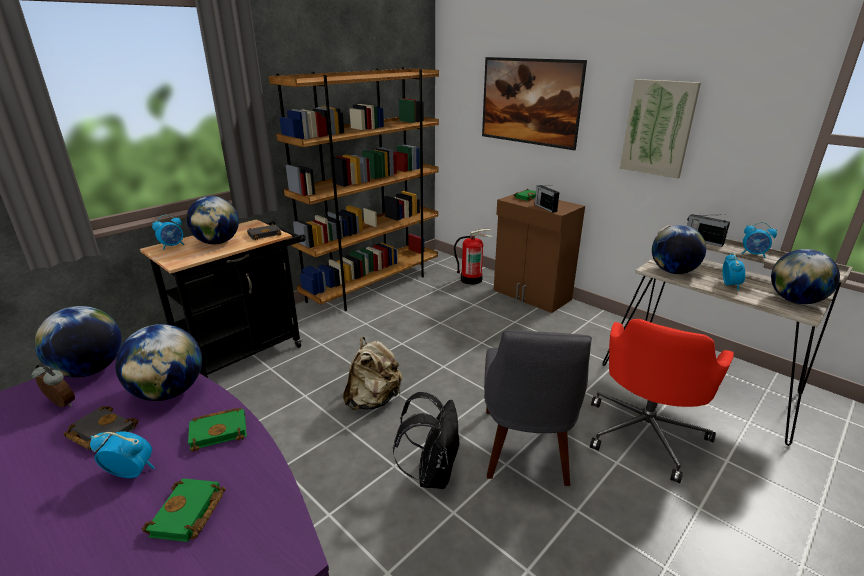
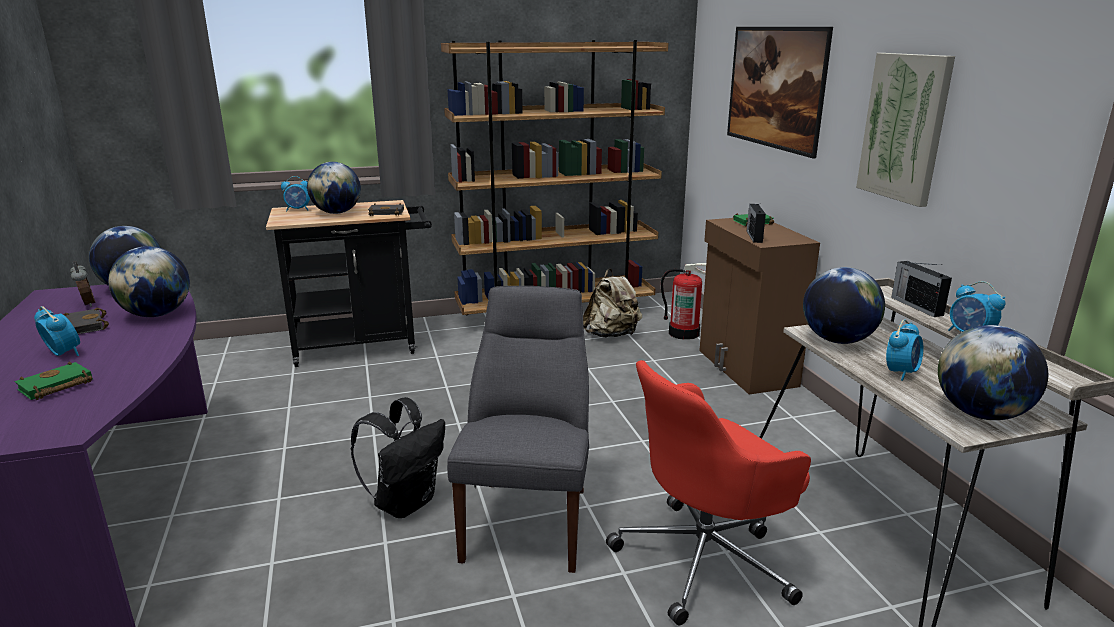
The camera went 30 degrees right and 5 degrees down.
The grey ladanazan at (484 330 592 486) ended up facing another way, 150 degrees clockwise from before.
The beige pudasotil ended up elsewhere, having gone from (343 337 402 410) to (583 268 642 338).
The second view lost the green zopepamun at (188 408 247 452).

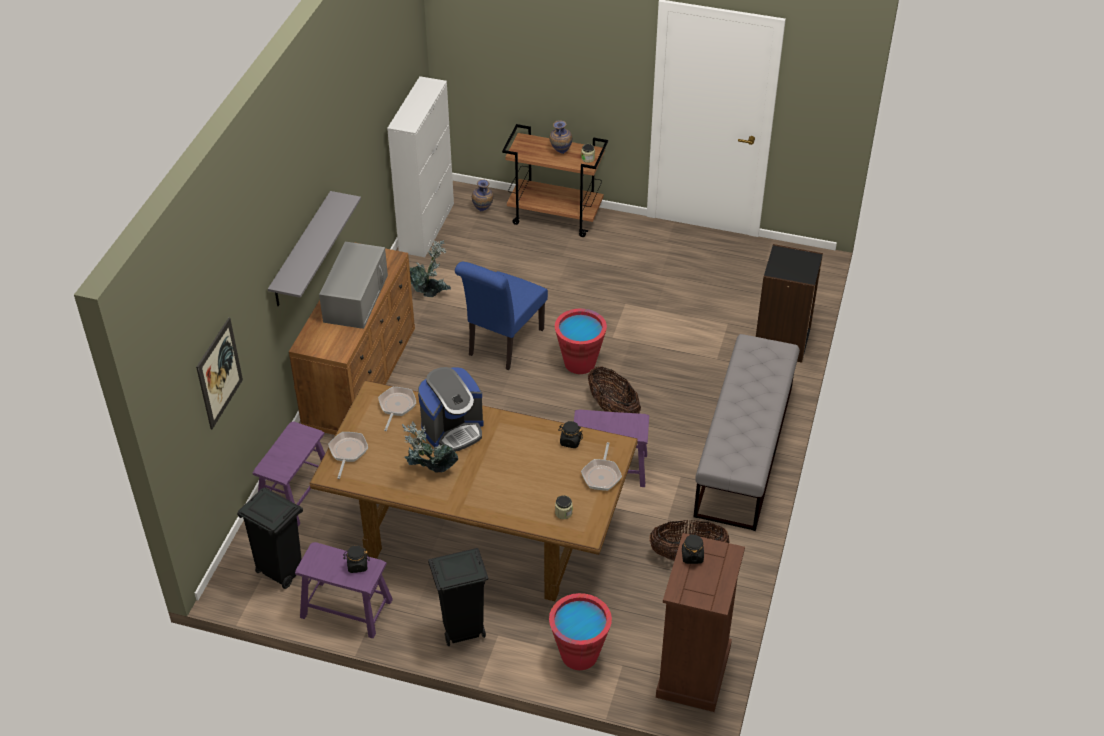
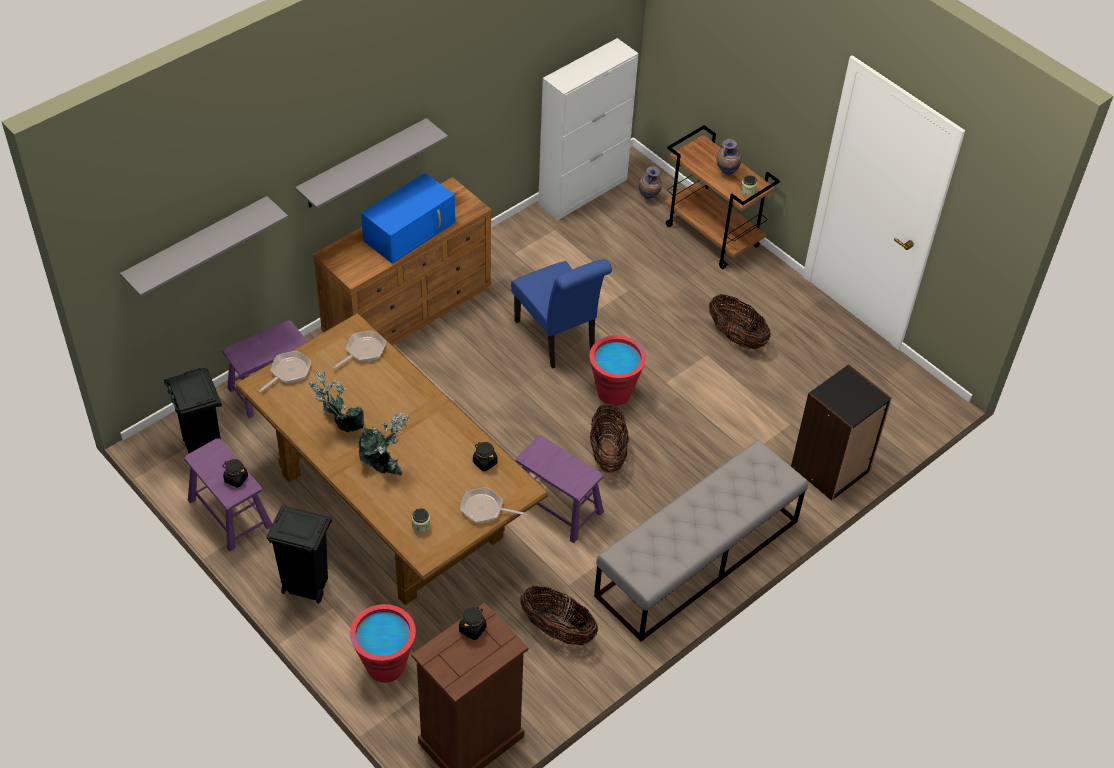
The camera went 30 degrees right and 5 degrees up.
Where the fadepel hung at (196 318 243 429), the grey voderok came to hang at (120 196 288 297).
The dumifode ended up elsewhere, having gone from (410 240 451 297) to (358 411 409 476).
What was the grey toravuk at (319 242 388 329) turned into the blue toravuk at (361 173 455 264).
The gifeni at (581 442 622 491) ended up facing another way, 60 degrees clockwise from before.
The blue ladanazan at (455 262 548 370) ended up facing another way, 90 degrees counterclockwise from before.
The second view gained the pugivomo at (709 294 771 349).
The second view lost the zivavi at (418 367 484 452).

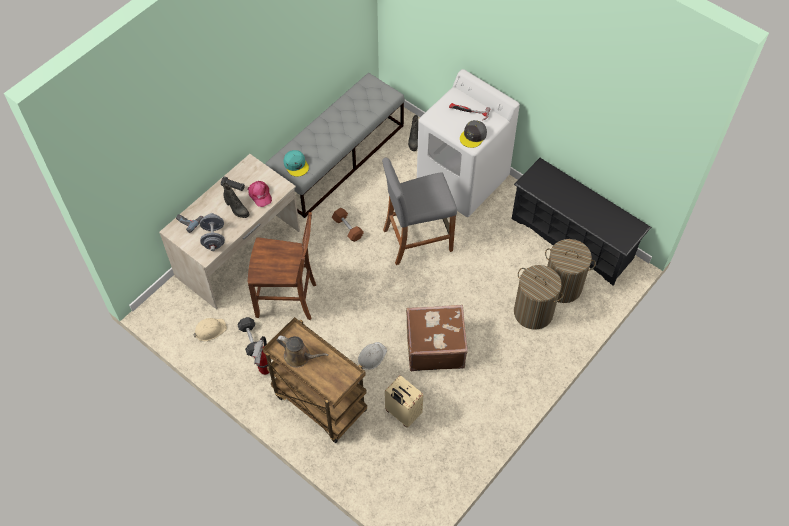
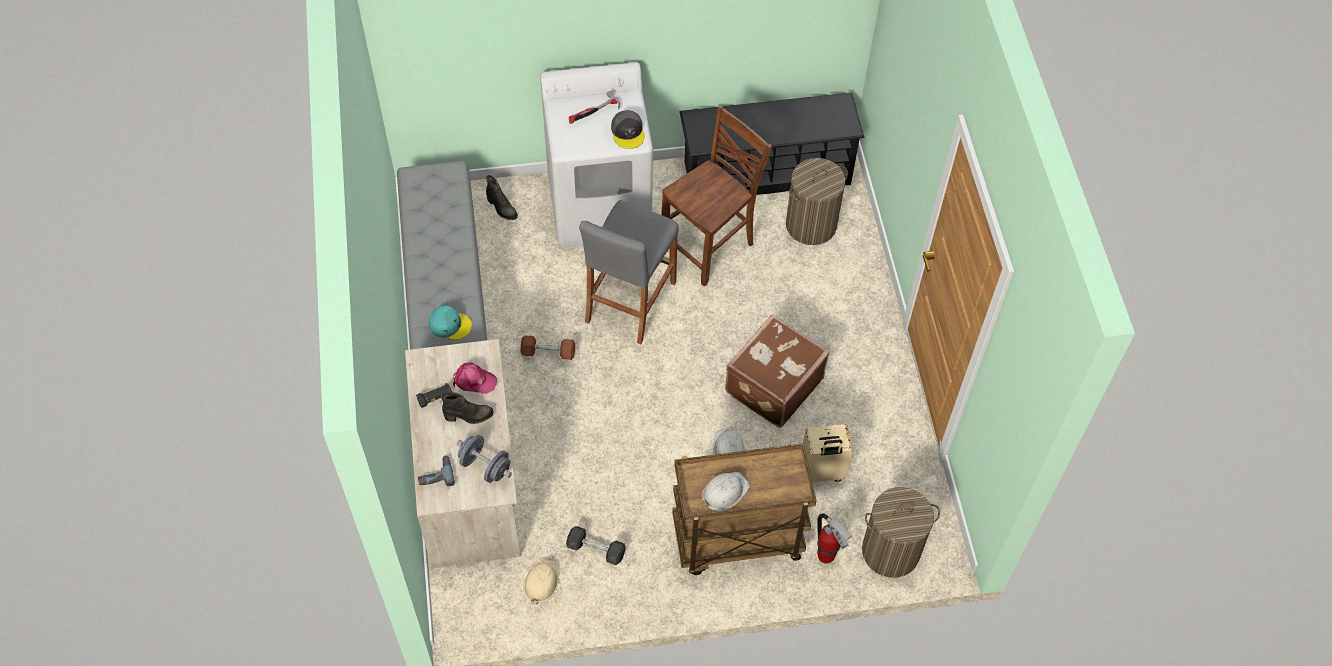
The camera went 50 degrees left and 0 degrees up.
The brown ladanazan ended up elsewhere, having gone from (248 212 316 320) to (661 105 772 286).
Where the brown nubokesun stood at (277 336 329 368), the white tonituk came to stand at (702 472 750 511).
The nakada ended up elsewhere, having gone from (252 336 271 375) to (817 513 852 564).
The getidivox ended up elsewhere, having gone from (514 265 563 329) to (862 487 940 578).

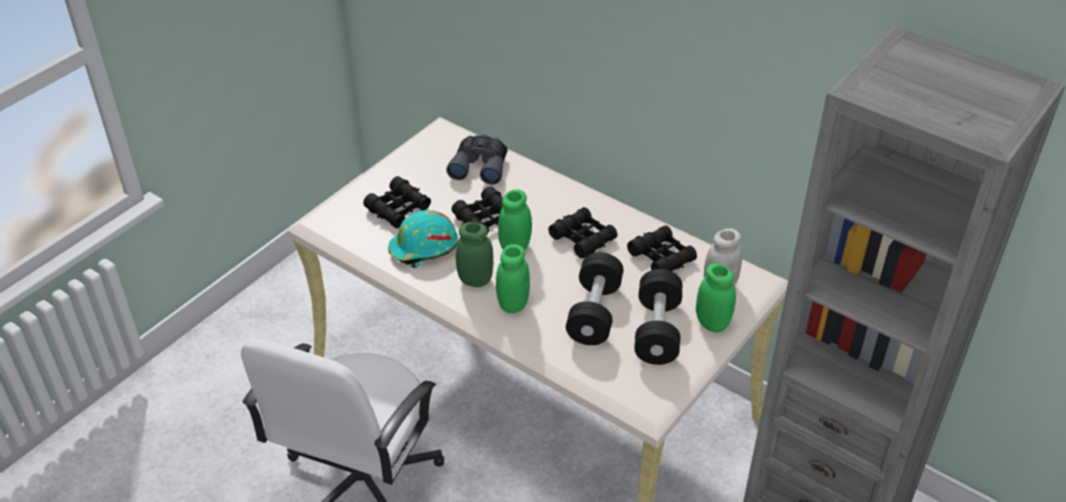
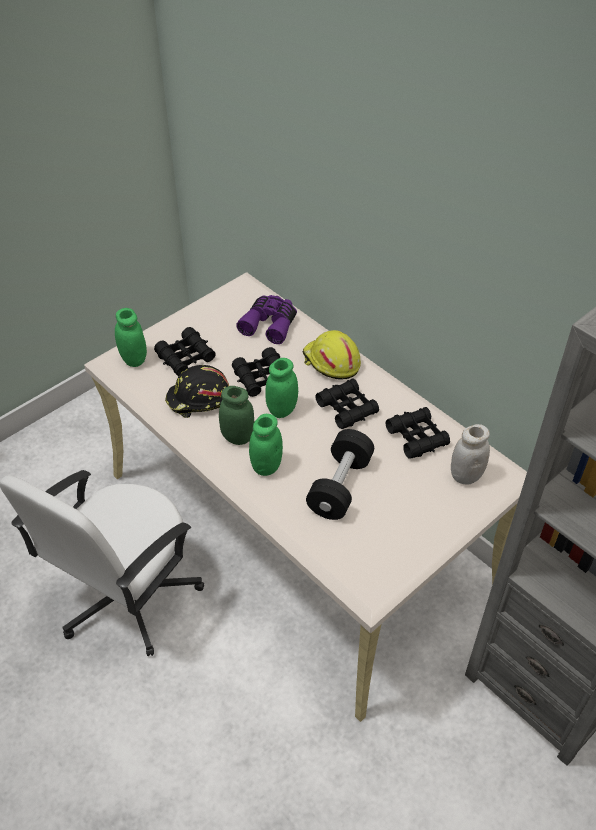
The camera went 10 degrees right and 5 degrees up.
The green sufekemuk ended up elsewhere, having gone from (696 263 736 332) to (115 308 147 367).
What was the turquoise tonituk at (388 210 458 268) turned into the black tonituk at (165 365 229 418).
What was the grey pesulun at (446 134 508 185) turned into the purple pesulun at (236 295 297 344).
The second view gained the yellow tonituk at (303 330 361 380).
The second view lost the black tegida at (634 269 682 365).

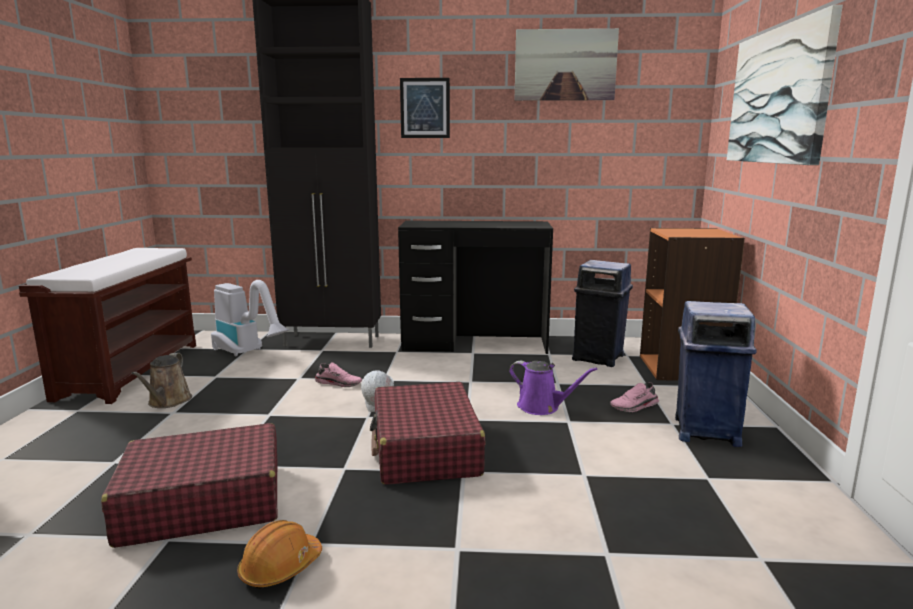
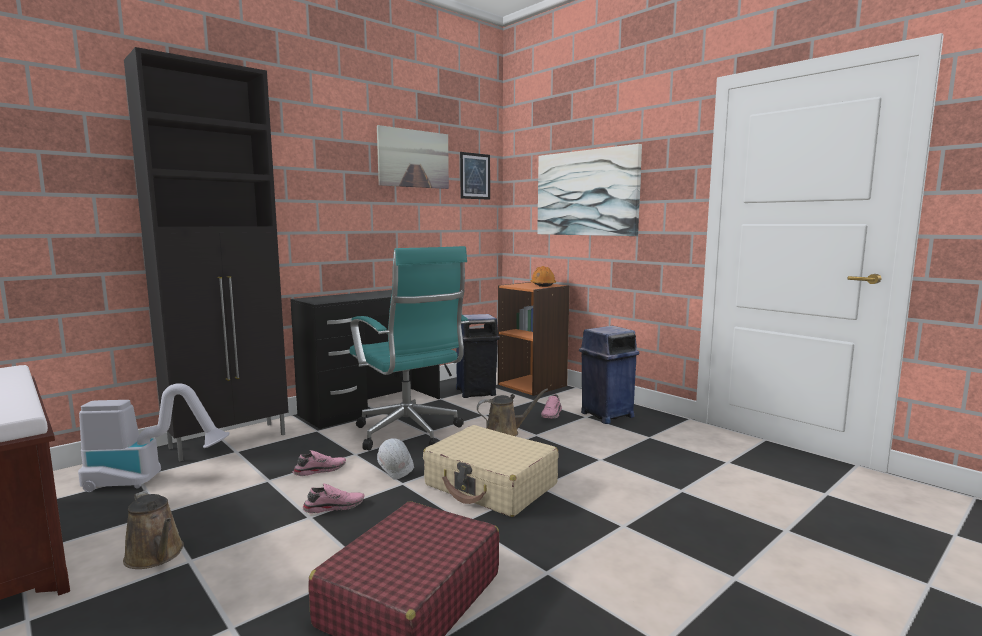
The camera went 45 degrees left and 5 degrees down.
The second view gained the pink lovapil at (302 483 365 513).
The second view gained the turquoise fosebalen at (350 246 469 451).
What was the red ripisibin at (370 382 486 485) turned into the beige ripisibin at (423 425 559 517).
The fadepel ended up elsewhere, having gone from (400 78 450 138) to (460 152 490 200).
What was the purple nubokesun at (509 361 598 415) turned into the brown nubokesun at (477 389 548 436).
The orange tonituk ended up elsewhere, having gone from (237 520 322 589) to (530 266 556 287).

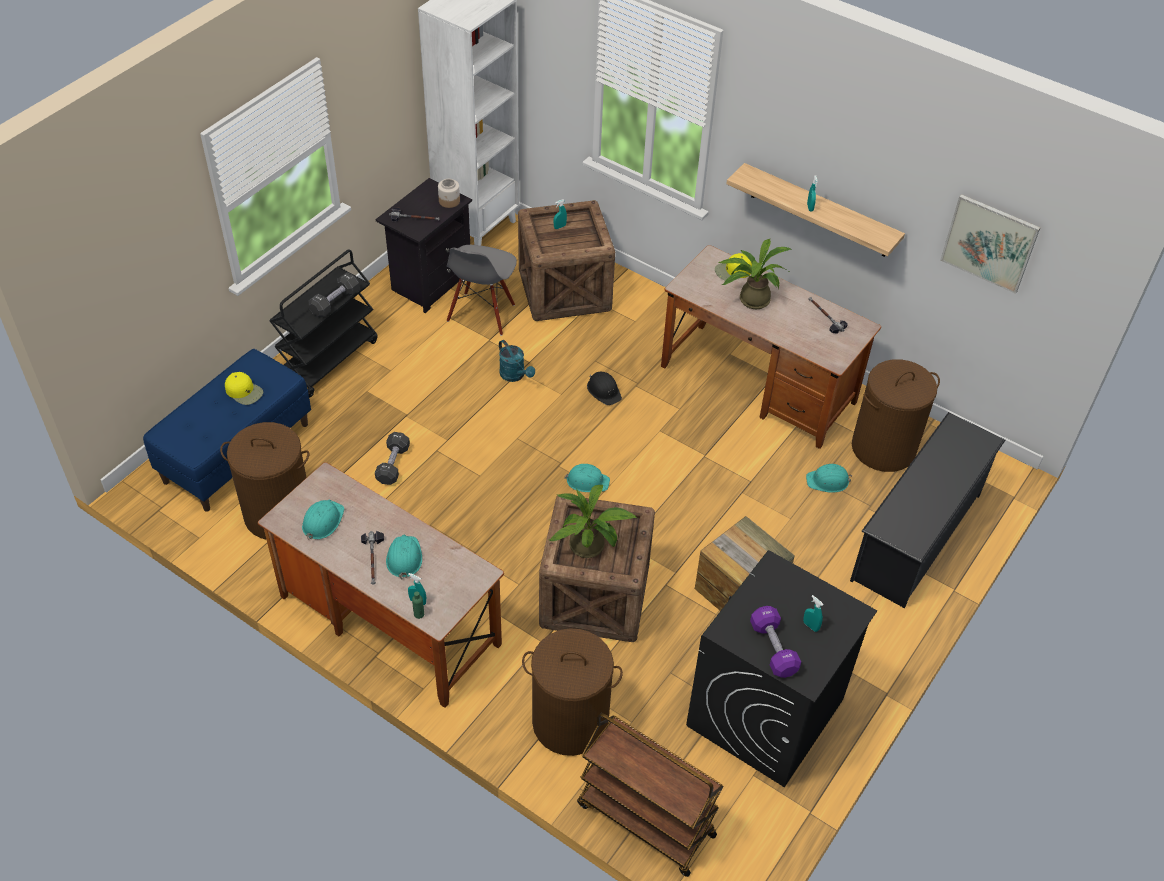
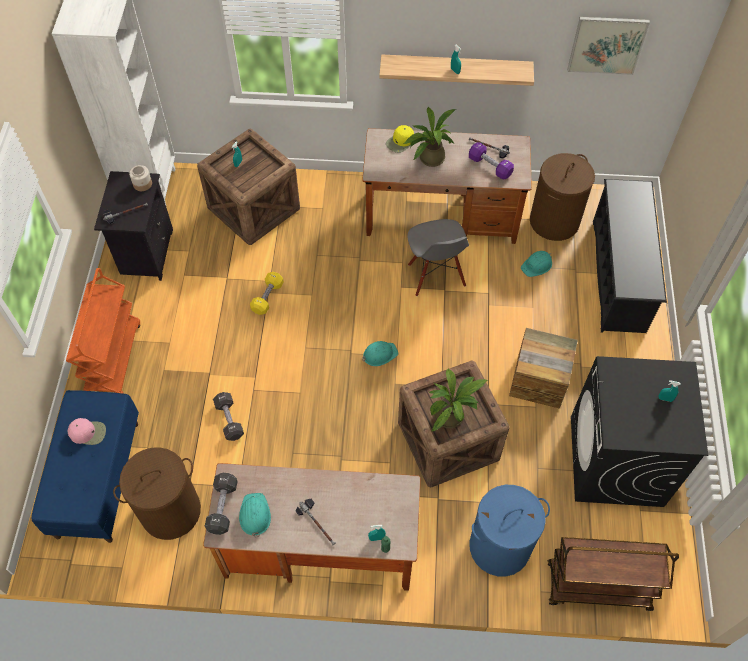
The camera went 30 degrees left and 10 degrees up.
What was the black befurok at (269 249 378 398) turned into the orange befurok at (66 268 140 394).
What was the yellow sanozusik at (225 372 263 405) turned into the pink sanozusik at (68 418 106 445).
The black tegida ended up elsewhere, having gone from (308 272 360 318) to (205 473 238 535).
Where the turquoise nubokesun stood at (499 340 535 382), the yellow tegida came to stand at (250 272 284 315).
The grey ladanazan ended up elsewhere, having gone from (447 245 517 336) to (407 219 469 296).
The purple tegida ended up elsewhere, having gone from (750 606 801 678) to (469 142 514 180).
What was the brown getidivox at (522 628 623 756) turned into the blue getidivox at (469 485 550 577).
The second view lost the turquoise tonituk at (386 535 422 580).
The second view lost the black tonituk at (587 372 622 405).

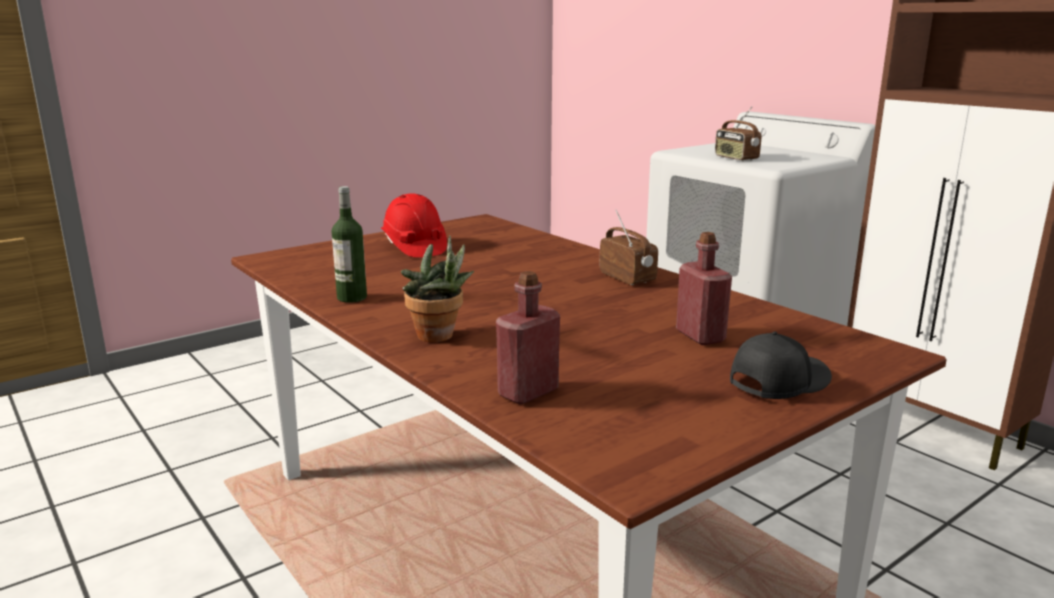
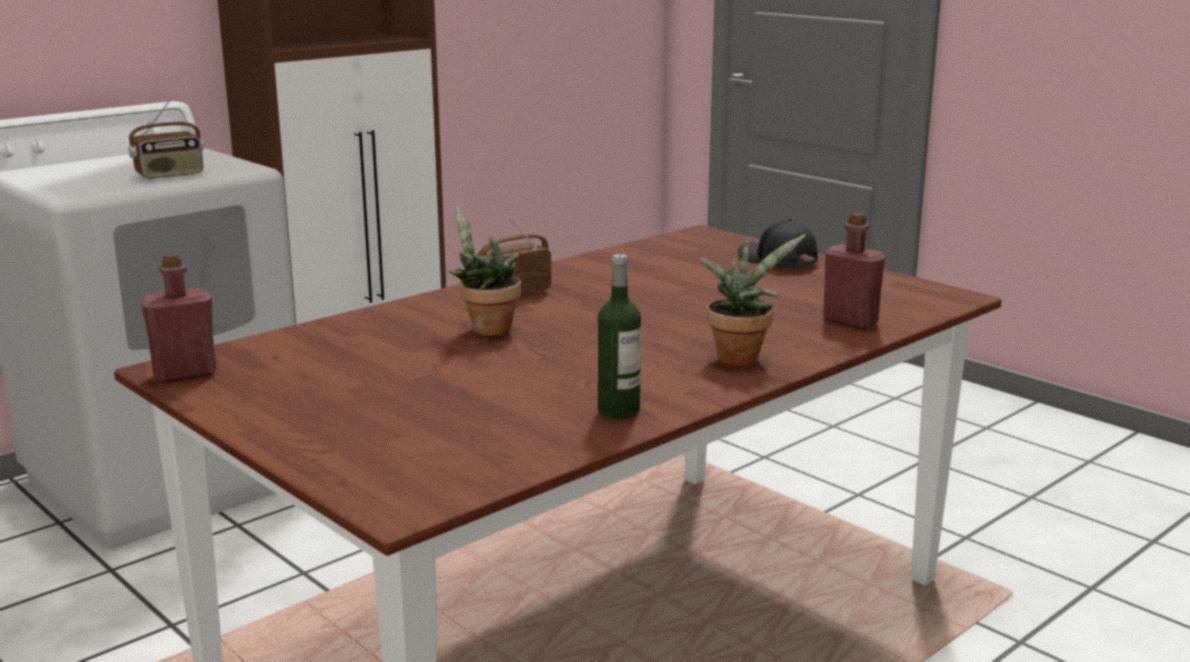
The camera went 95 degrees left and 0 degrees up.
The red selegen ended up elsewhere, having gone from (676 232 732 345) to (141 253 217 383).
The second view gained the dumifode at (448 207 521 336).
The second view lost the red tonituk at (381 193 447 258).

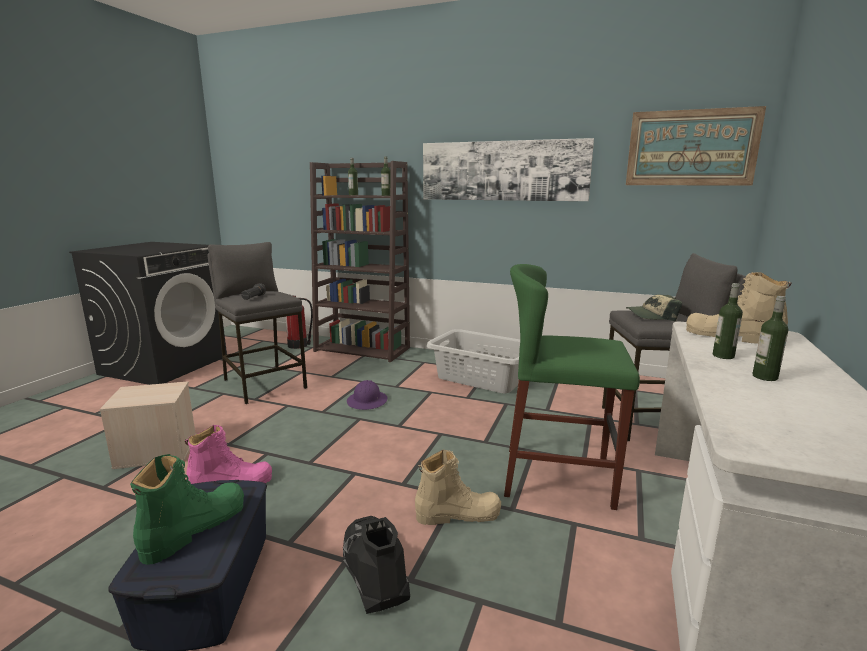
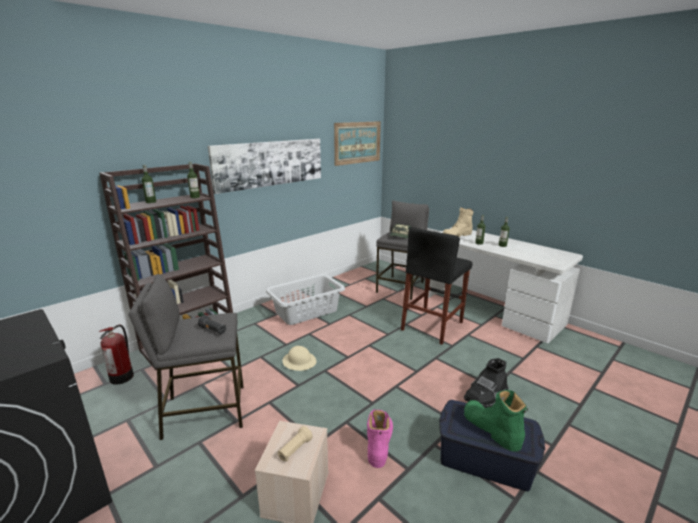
The camera went 65 degrees left and 5 degrees up.
The second view gained the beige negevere at (278 426 312 461).
What was the purple tonituk at (347 380 388 410) turned into the beige tonituk at (282 346 316 371).
What was the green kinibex at (504 264 640 510) turned into the black kinibex at (401 227 472 345).
The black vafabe at (343 516 410 614) ended up facing another way, 45 degrees counterclockwise from before.
The second view lost the beige vafabe at (415 450 501 525).

